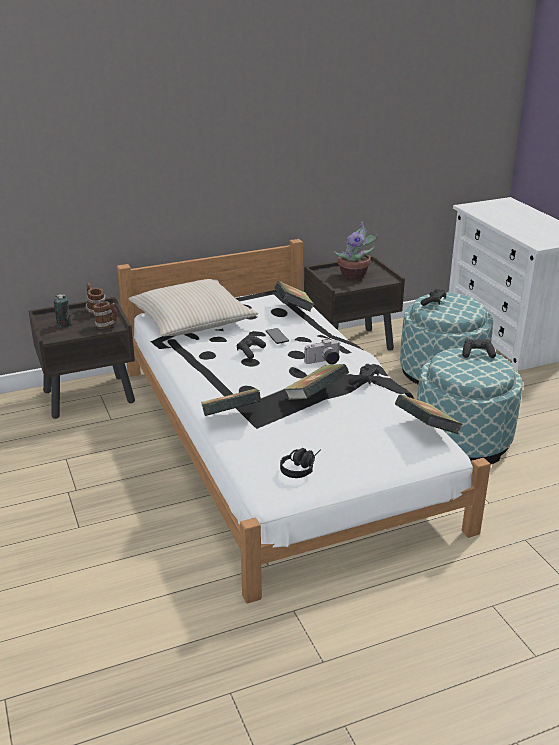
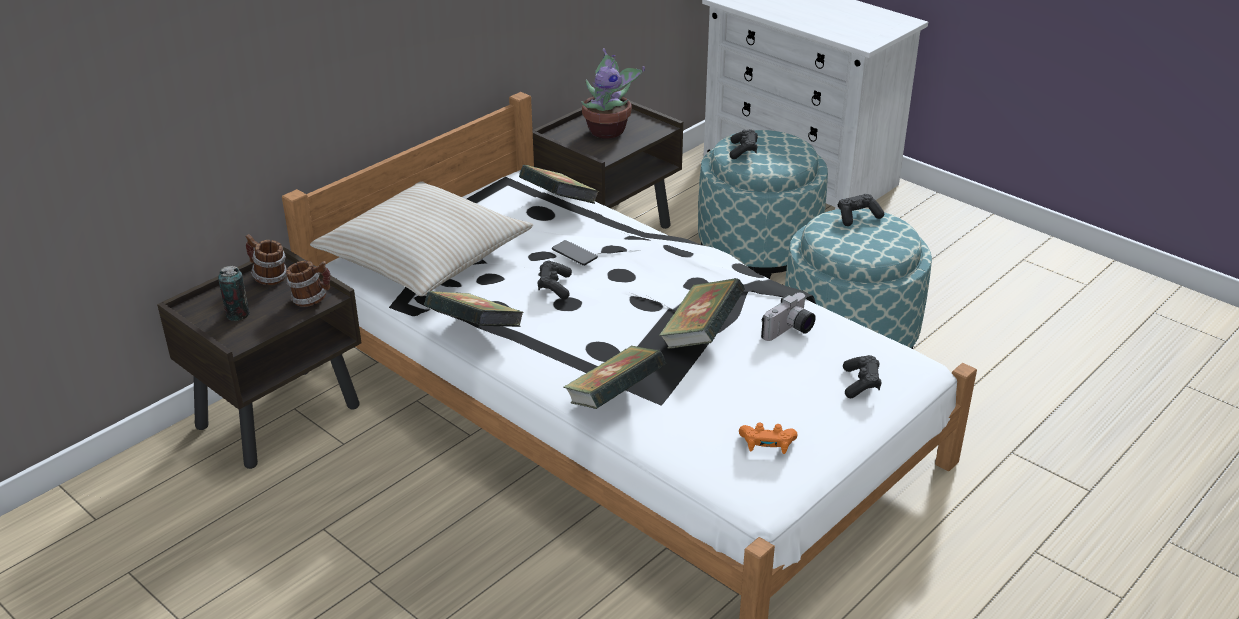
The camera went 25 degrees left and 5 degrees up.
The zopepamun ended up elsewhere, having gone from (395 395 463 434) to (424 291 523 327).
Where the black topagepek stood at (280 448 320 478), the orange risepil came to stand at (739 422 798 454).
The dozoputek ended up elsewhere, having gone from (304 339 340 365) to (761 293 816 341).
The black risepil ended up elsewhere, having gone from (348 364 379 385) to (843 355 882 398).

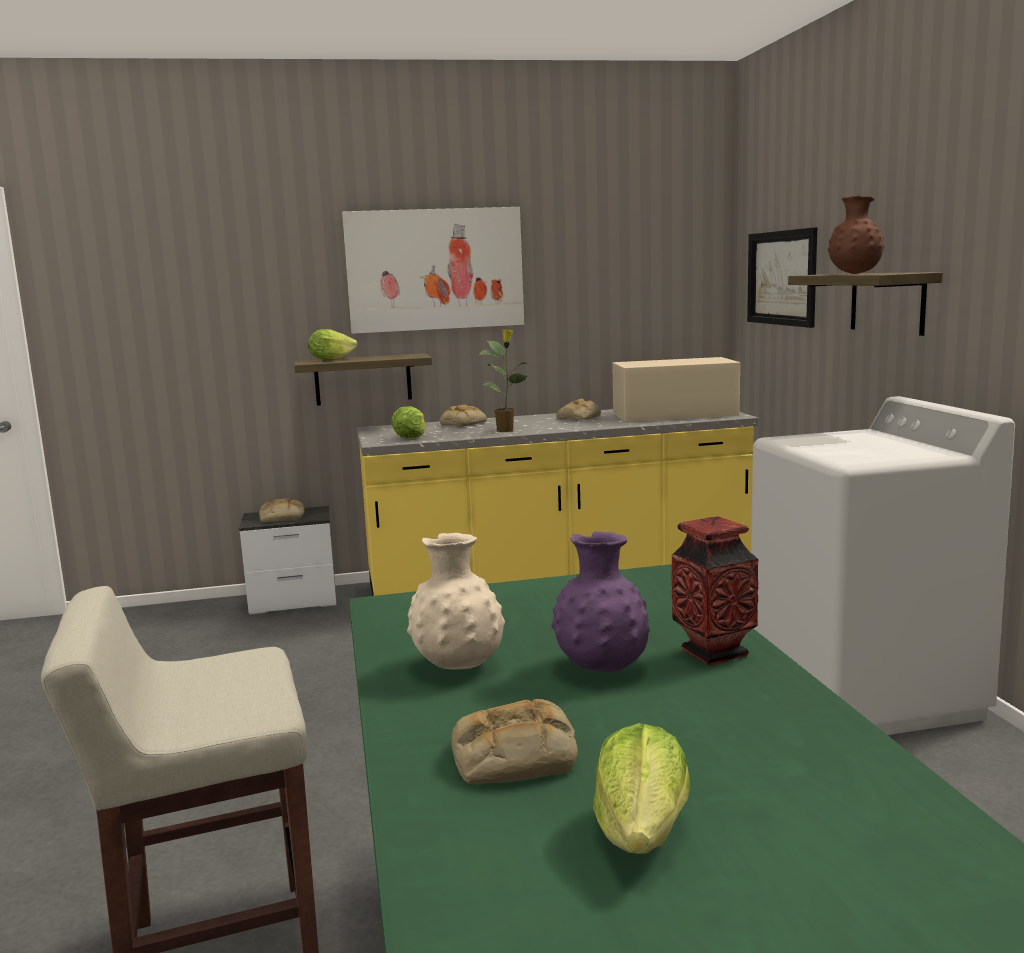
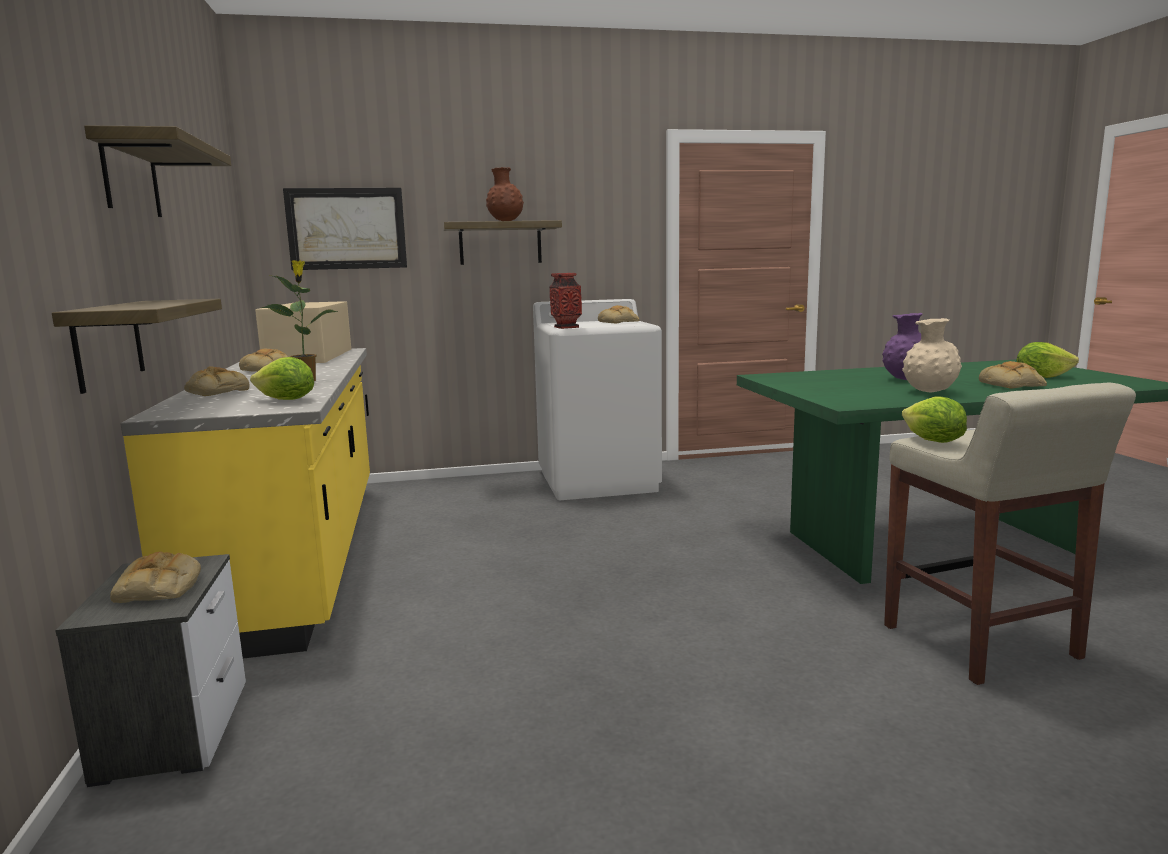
The camera went 90 degrees left and 0 degrees up.
Where the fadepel hung at (342 207 524 334), the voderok came to hang at (84 125 231 217).
The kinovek ended up elsewhere, having gone from (672 516 759 666) to (550 273 582 329).
The second view gained the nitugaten at (598 305 639 324).
The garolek ended up elsewhere, having gone from (308 329 358 360) to (902 396 967 443).

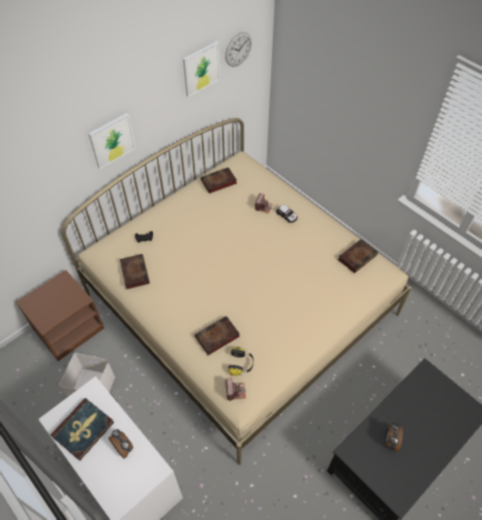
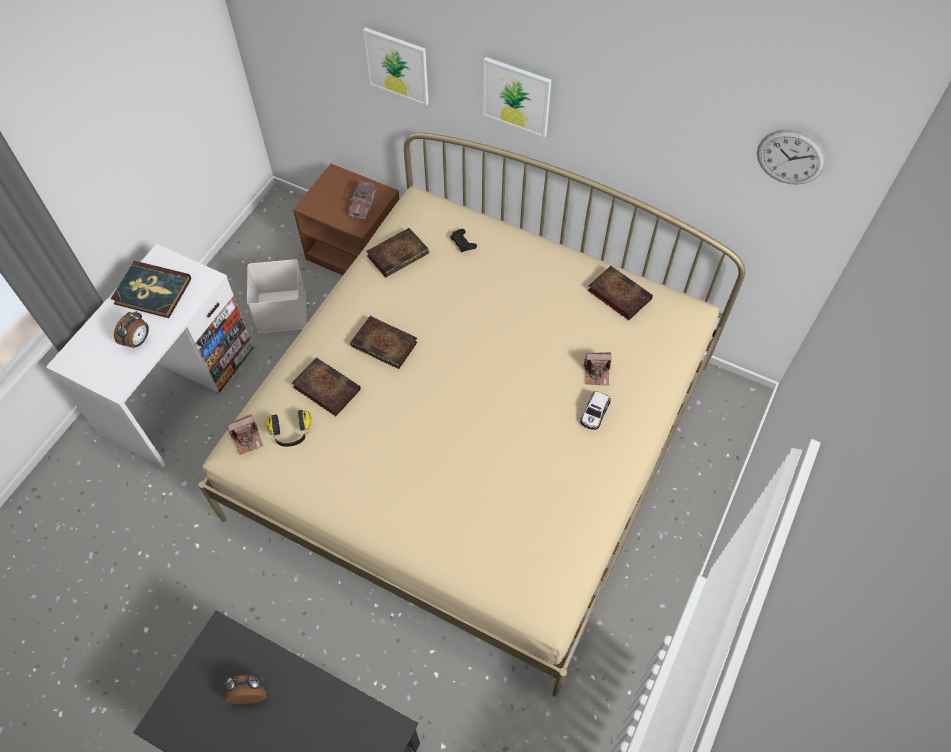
The camera went 70 degrees right and 5 degrees up.
The second view gained the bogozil at (348 181 377 219).
The zopepamun ended up elsewhere, having gone from (338 239 378 273) to (350 316 417 369).
The fadepel ended up elsewhere, having gone from (183 41 220 97) to (363 27 429 105).

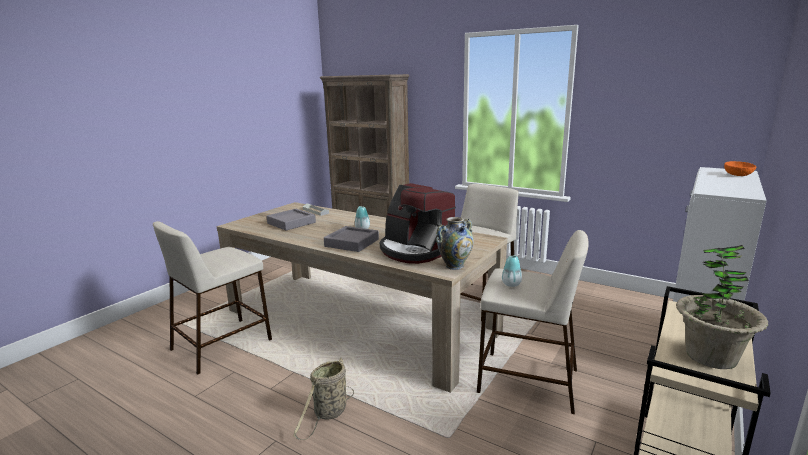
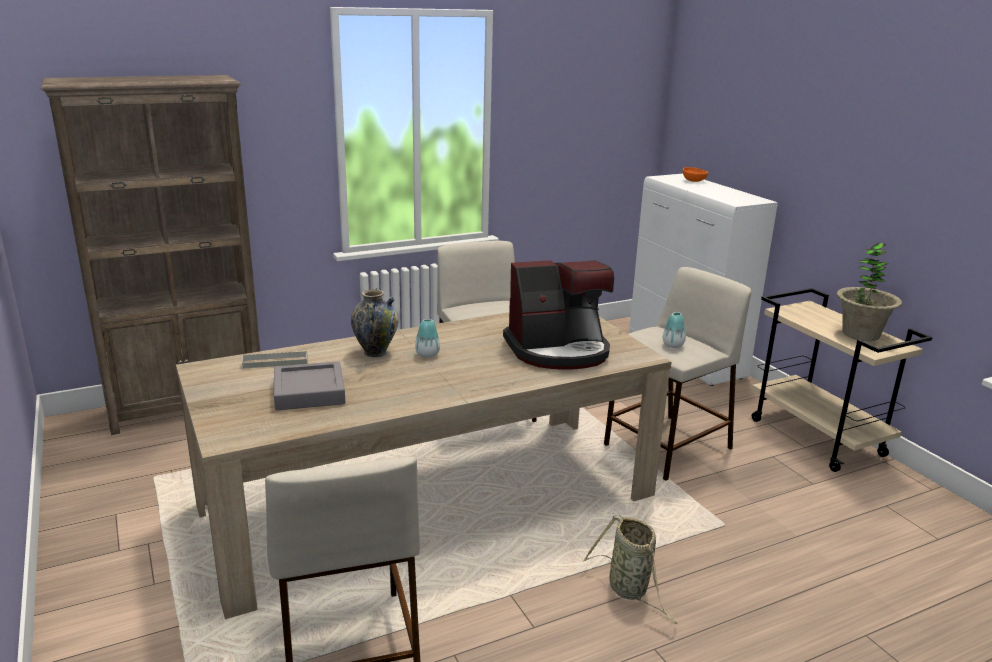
The camera went 60 degrees left and 5 degrees up.
The kinovek ended up elsewhere, having gone from (436 217 474 270) to (351 288 398 357).
The second view lost the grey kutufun at (324 226 379 252).

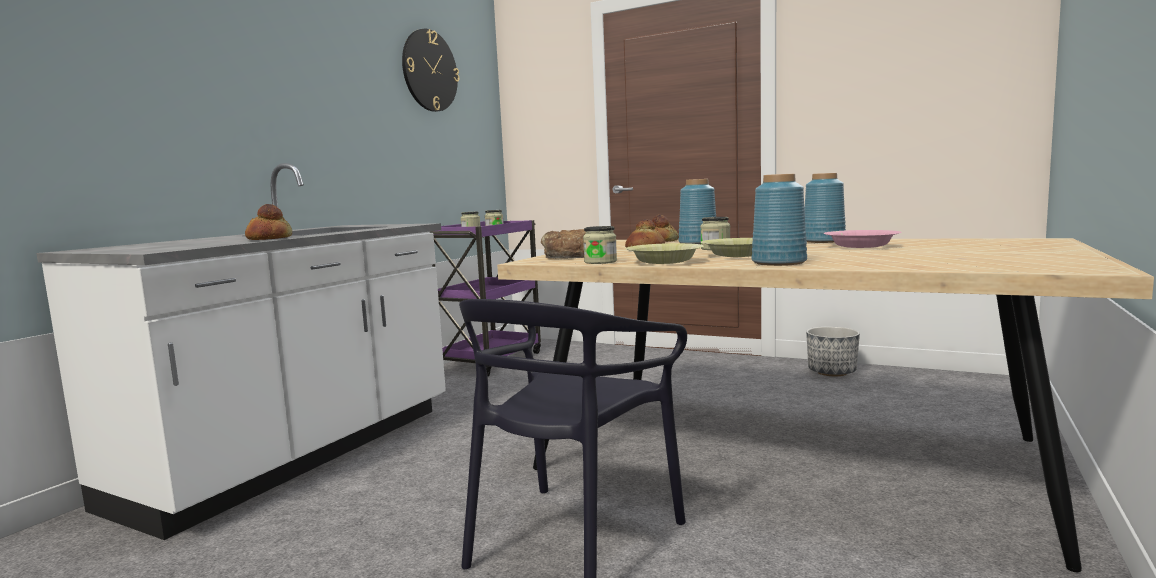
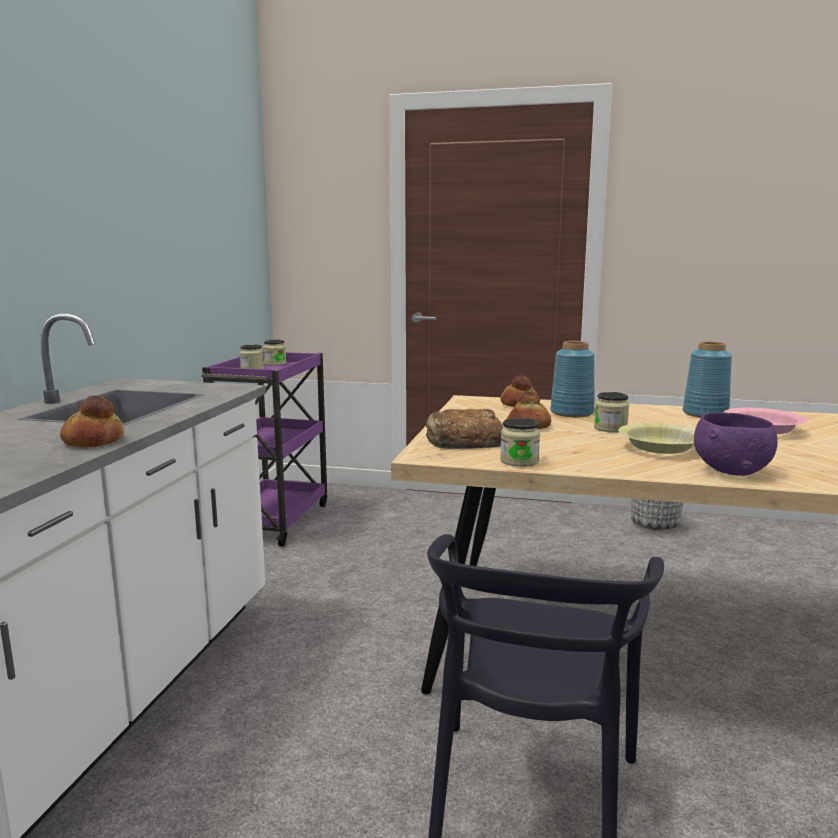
The camera went 15 degrees left and 5 degrees up.
Where the blue kinovek stood at (752 174 807 266), the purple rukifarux came to stand at (694 412 778 476).
The second view lost the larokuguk at (402 29 459 112).
The second view lost the yellow rukifarux at (625 243 704 264).

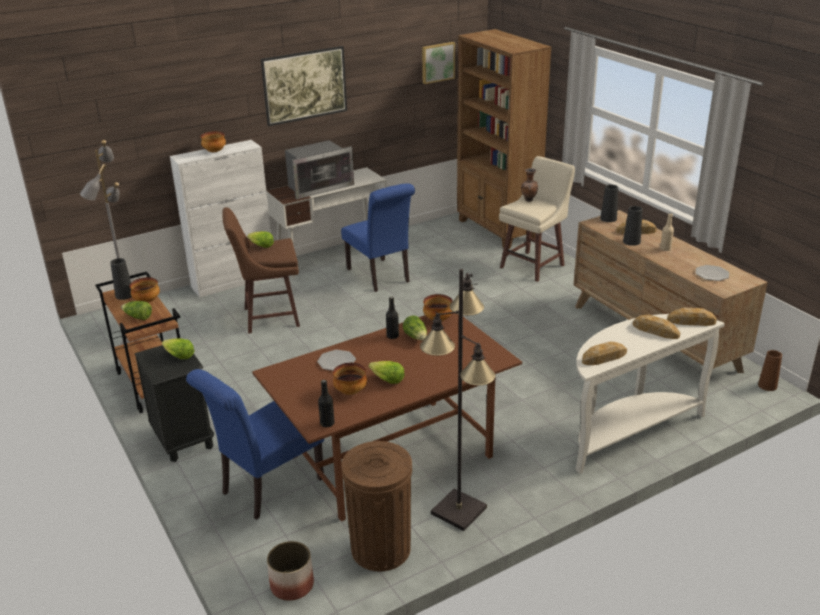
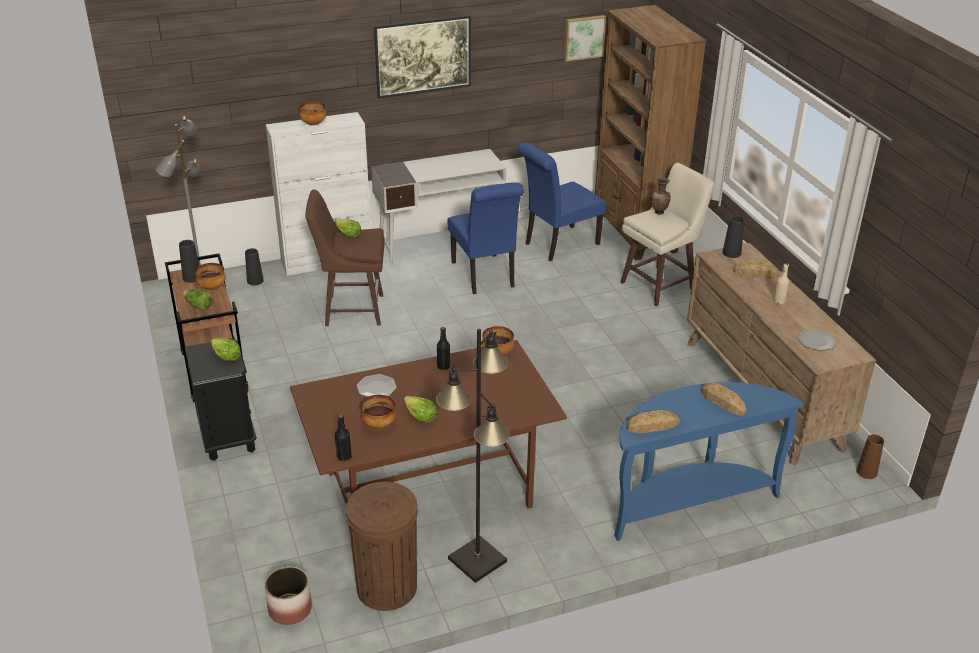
The camera went 10 degrees right and 5 degrees up.
The black kinovek ended up elsewhere, having gone from (623 206 643 246) to (245 248 264 285).
The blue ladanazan ended up elsewhere, having gone from (186 369 324 520) to (517 143 607 261).
What was the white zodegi at (575 314 725 473) turned into the blue zodegi at (614 382 804 541).
The second view lost the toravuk at (285 140 354 199).
The second view lost the garolek at (403 315 427 340).
The second view lost the nitugaten at (667 308 717 326).

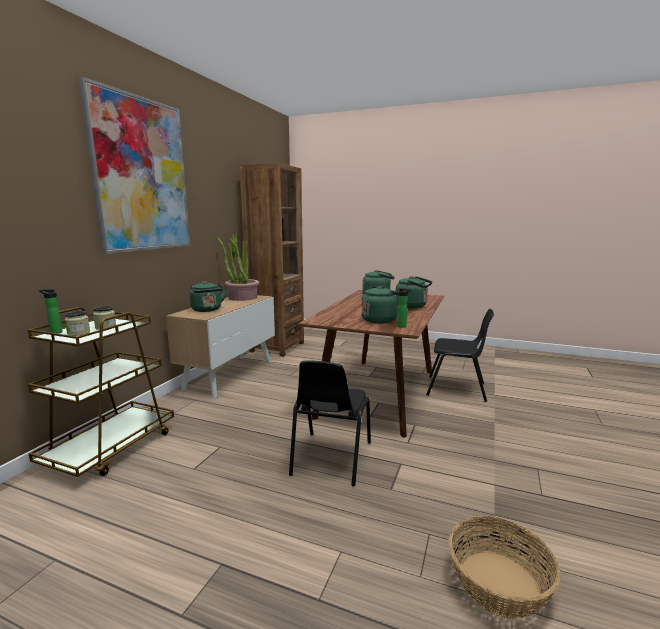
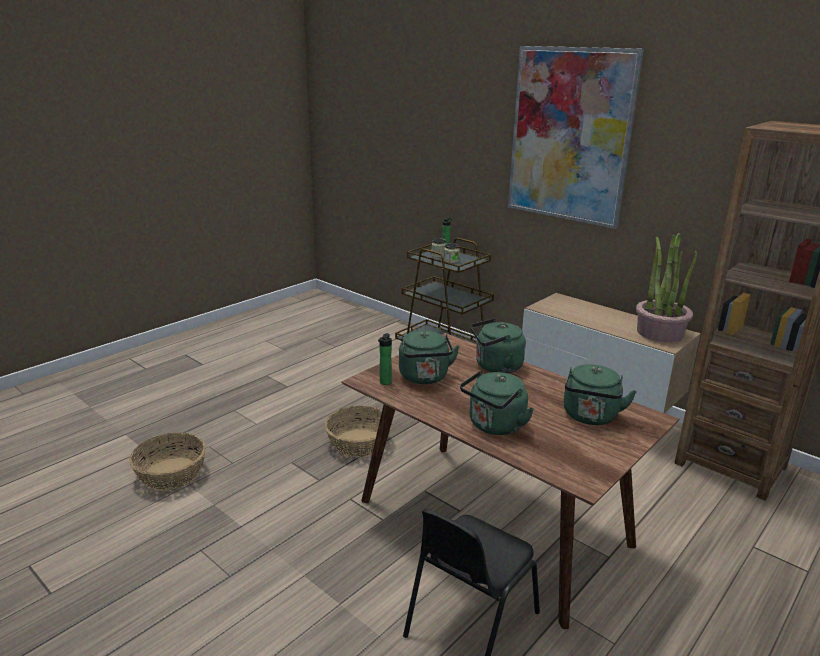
The camera went 110 degrees right and 10 degrees up.
Where the black ladanazan stood at (289 361 371 487), the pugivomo came to stand at (325 406 392 457).
The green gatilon ended up elsewhere, having gone from (190 281 226 312) to (470 318 526 373).

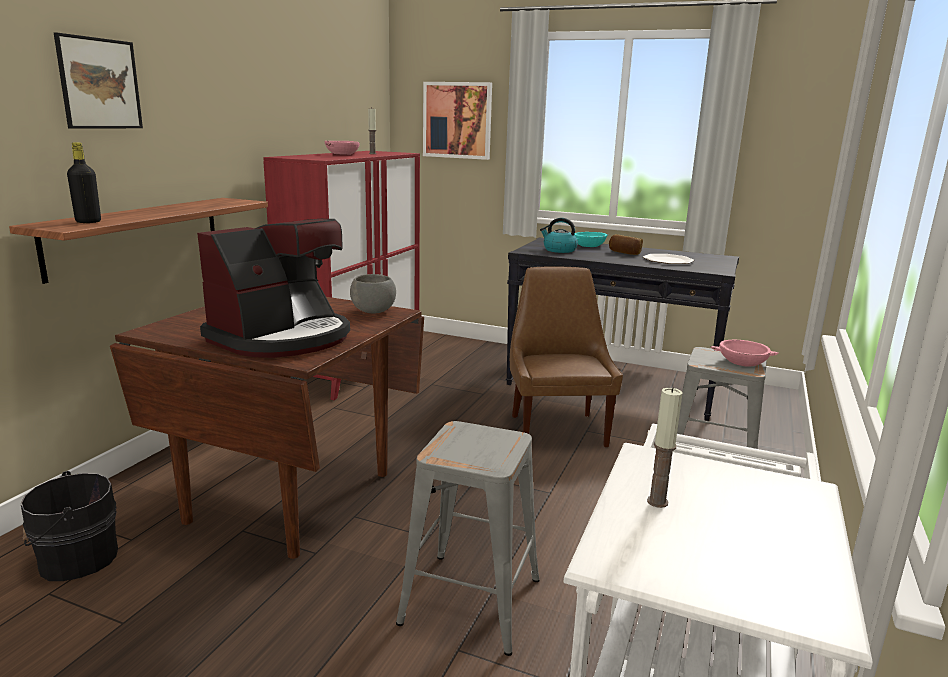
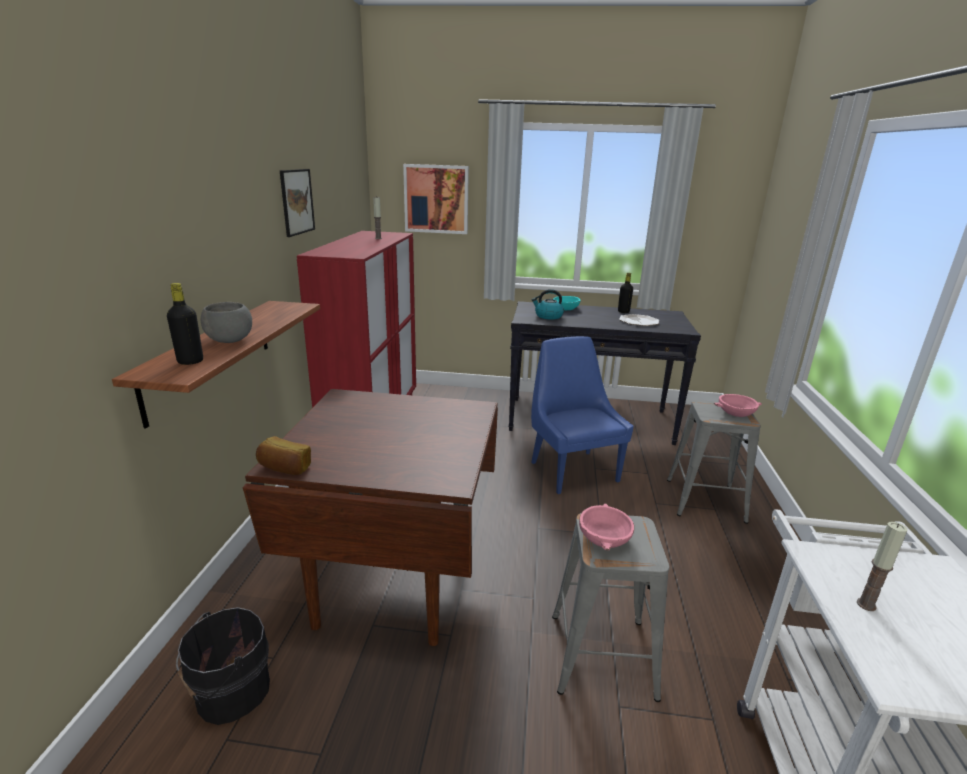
The camera went 15 degrees left and 5 degrees up.
The grey rukifarux ended up elsewhere, having gone from (350 274 396 313) to (201 302 252 343).
The nitugaten ended up elsewhere, having gone from (609 234 643 255) to (256 436 311 475).
The fadepel ended up elsewhere, having gone from (54 32 143 129) to (280 169 315 237).
What was the brown ladanazan at (510 266 623 447) turned into the blue ladanazan at (531 336 634 494).
The pink rukifarux ended up elsewhere, having gone from (325 141 360 155) to (579 503 634 550).
The second view gained the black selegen at (618 273 633 313).
The second view lost the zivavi at (197 219 350 358).

